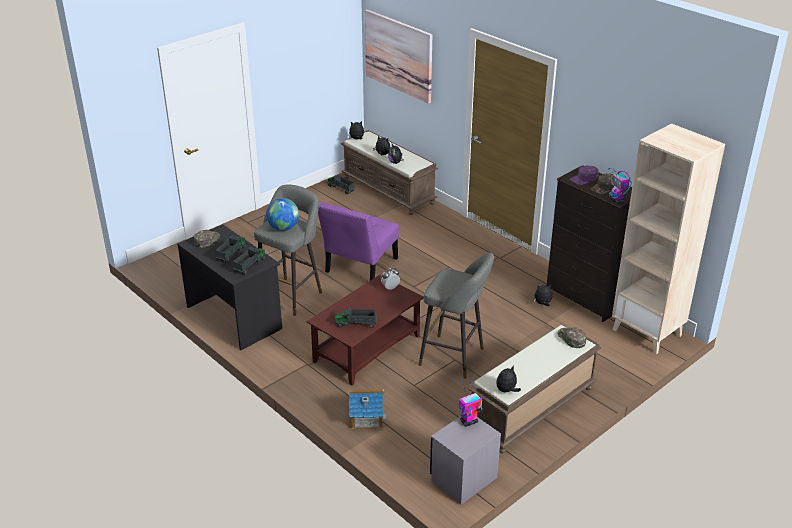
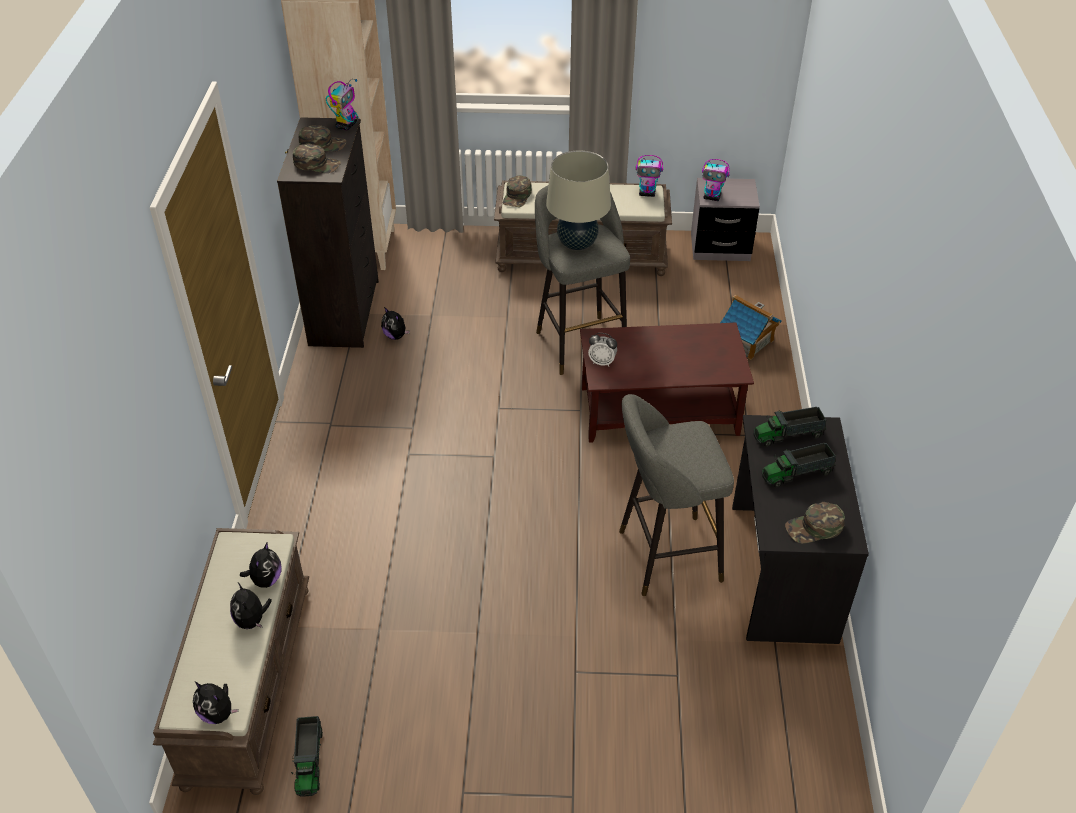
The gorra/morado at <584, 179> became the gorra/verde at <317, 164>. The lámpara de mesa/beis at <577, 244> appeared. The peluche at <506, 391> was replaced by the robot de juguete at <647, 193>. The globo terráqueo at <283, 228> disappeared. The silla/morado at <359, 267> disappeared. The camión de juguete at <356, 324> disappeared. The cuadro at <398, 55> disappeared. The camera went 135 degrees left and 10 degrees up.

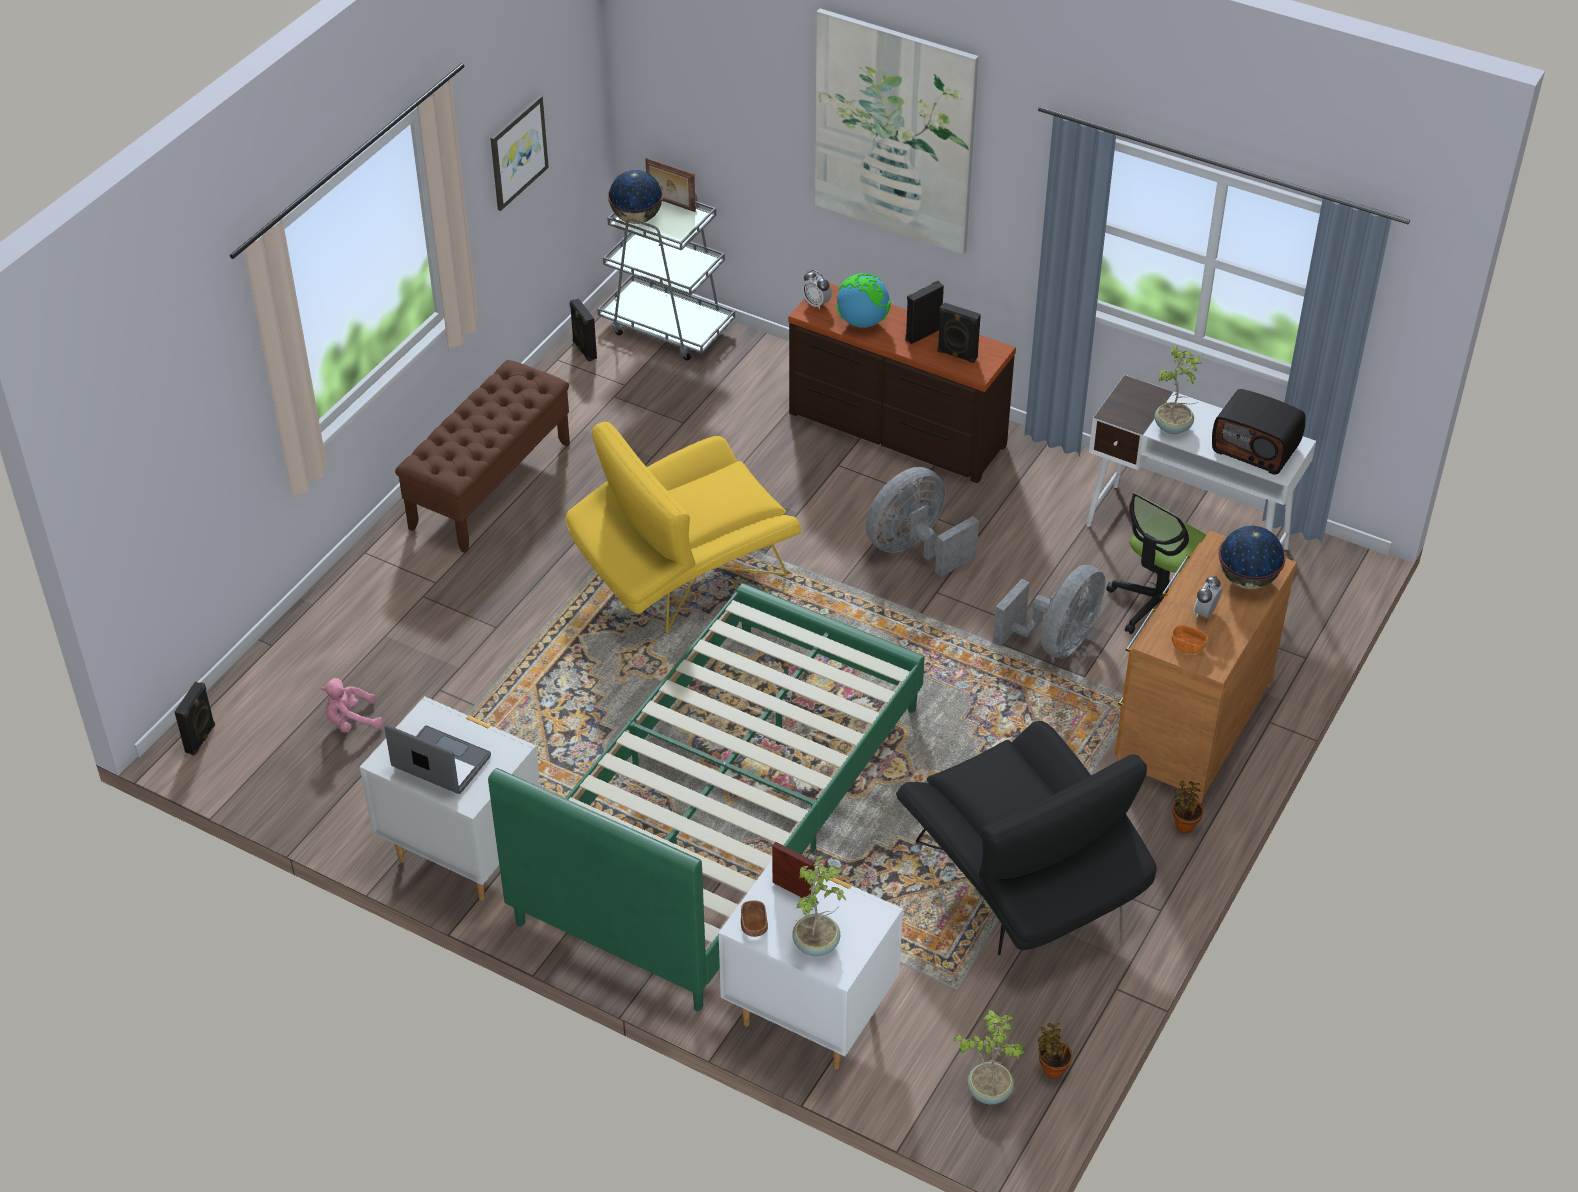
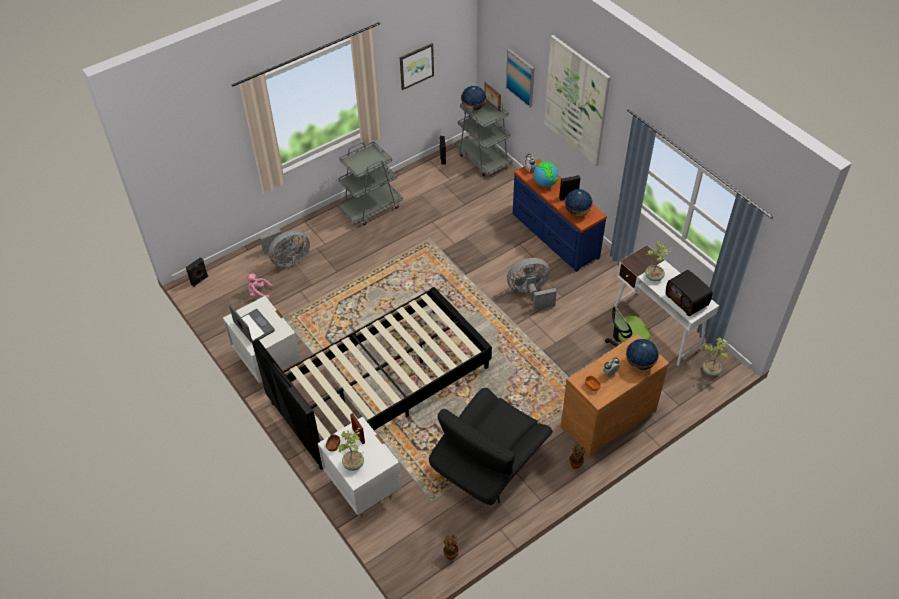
The cama/verde at <722, 813> became the cama/negro at <380, 385>. The ventilador/gris moved from <1056, 642> to <288, 260>. The banco/marrón at <490, 485> was replaced by the carrito/gris at <370, 207>. The sillón/negro at <1023, 882> turned 45 degrees clockwise. The cuadro at <521, 77> appeared. The cómoda/marrón at <895, 430> became the cómoda/azul at <554, 236>. The altavoz/negro at <956, 355> was replaced by the globo terráqueo at <577, 212>. The planta en maceta moved from <989, 1090> to <711, 371>. The sillón/amarillo at <683, 574> disappeared. The camera went 25 degrees right and 5 degrees up.

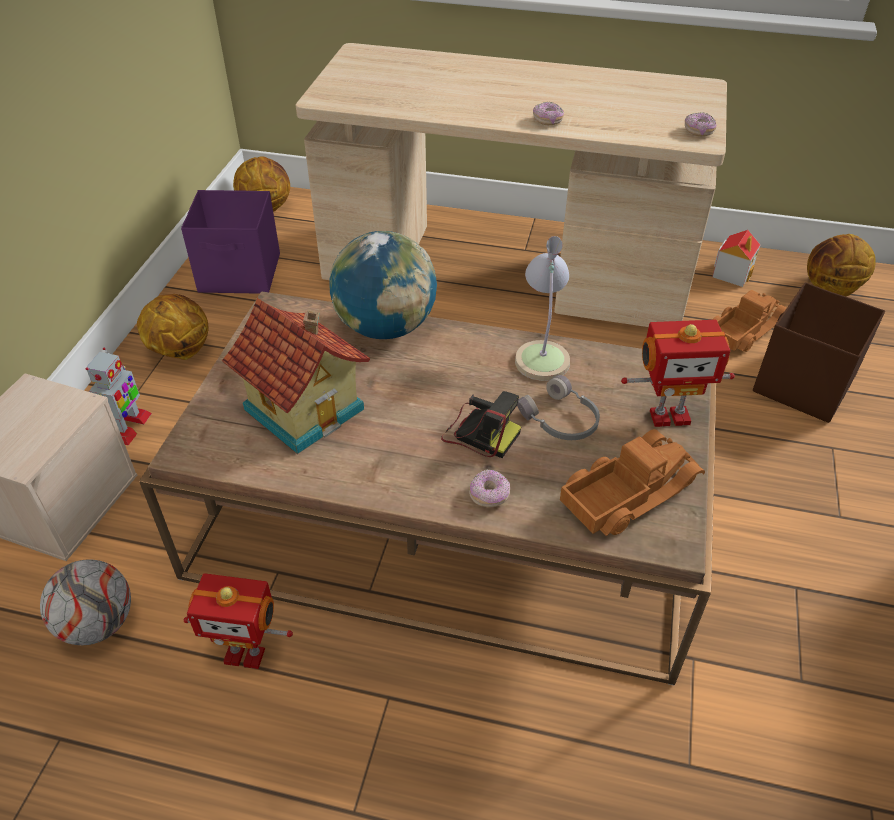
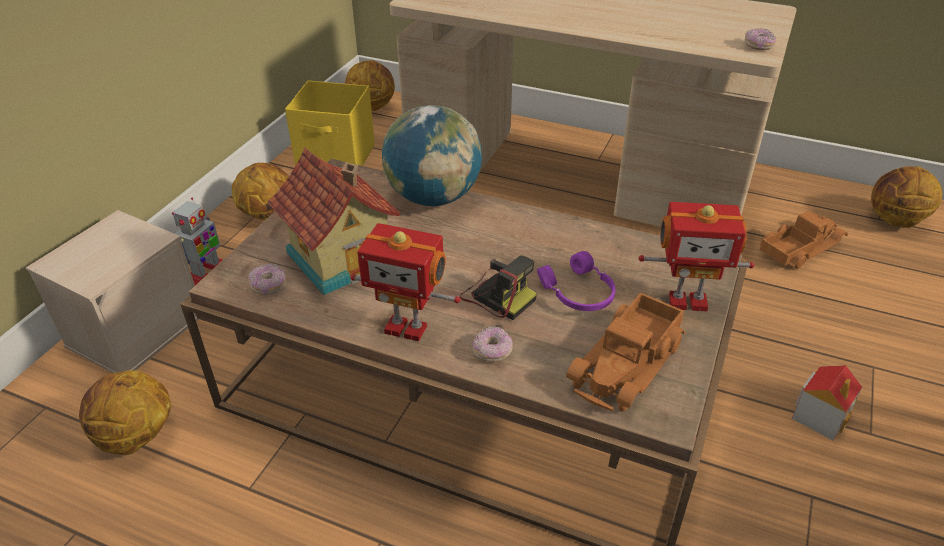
The balón de fútbol at <98, 624> was replaced by the balón de baloncesto at <136, 437>. The rosquilla moved from <547, 121> to <269, 286>. The caja de almacenaje/morado at <241, 274> became the caja de almacenaje/amarillo at <337, 158>. The robot de juguete moved from <245, 653> to <407, 327>. The auriculares/gris at <560, 420> became the auriculares/morado at <578, 293>. The camión de juguete at <627, 491> turned 150 degrees clockwise. The casita moved from <732, 273> to <820, 416>. The lámpara de mesa at <541, 353> disappeared. The caja de almacenaje/marrón at <802, 385> disappeared. The camera went 10 degrees right and 5 degrees down.

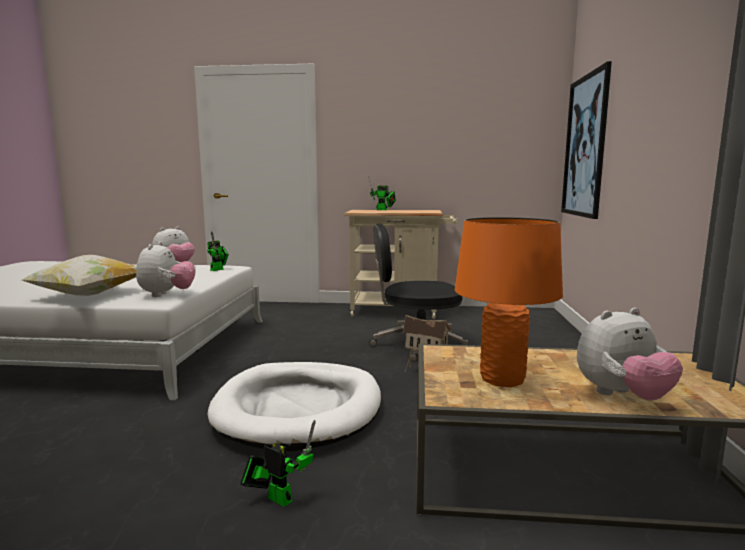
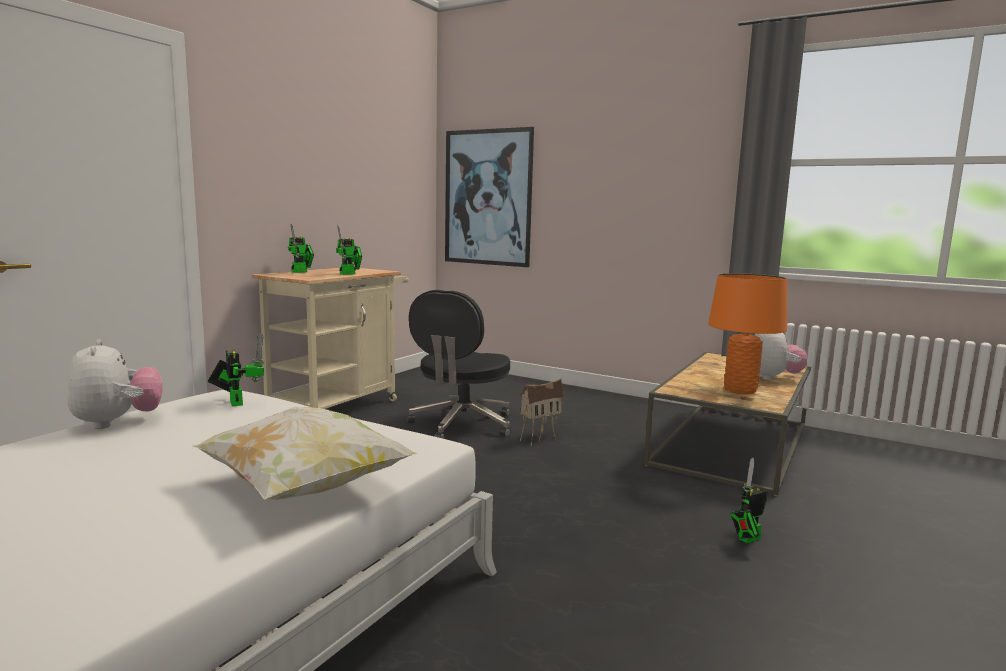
The robot de juguete at <350, 274> appeared. The peluche at <166, 294> disappeared. The cama para perro/blanco at <299, 409> disappeared. The camera went 65 degrees left and 0 degrees up.

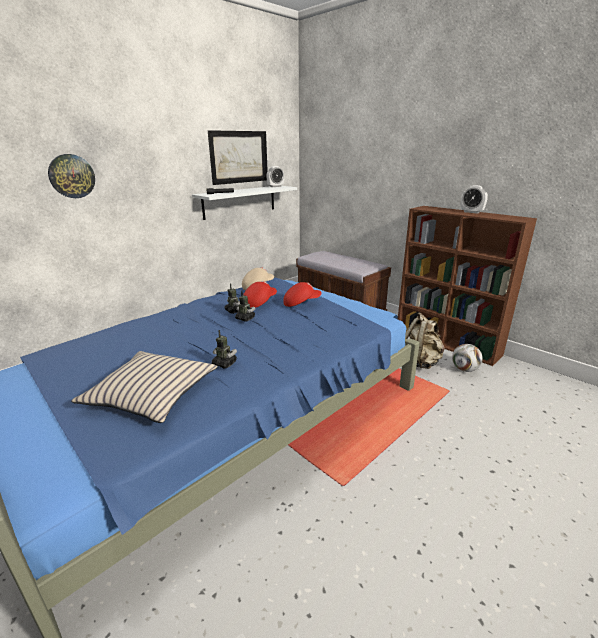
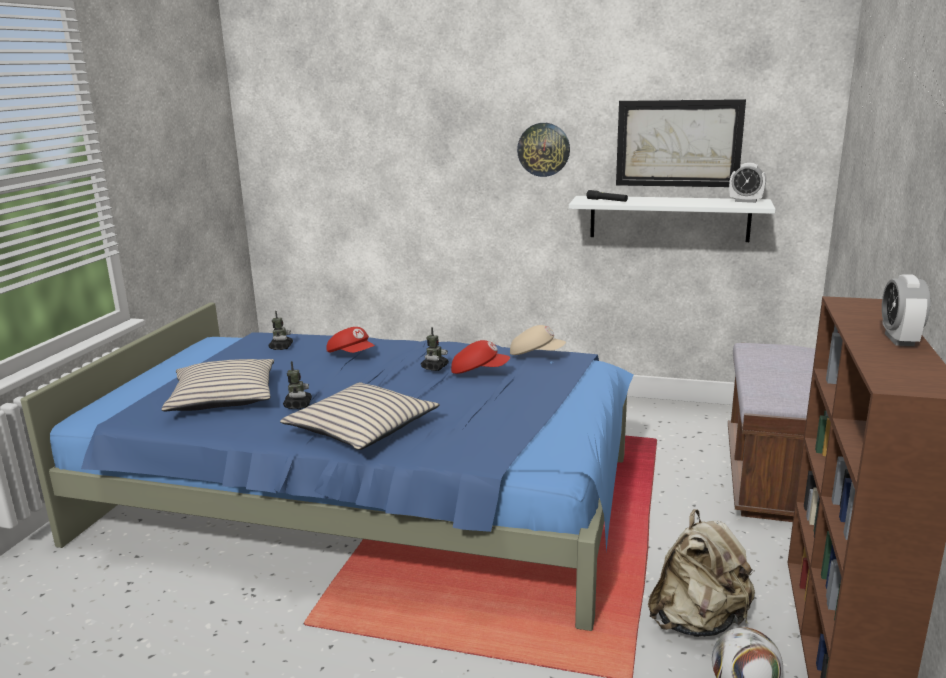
The robot de juguete moved from <245, 318> to <281, 347>. The cojín/beis at <361, 428> appeared. The gorra/rojo moved from <301, 302> to <352, 354>. The reloj de pared moved from <71, 176> to <543, 149>. The camera went 60 degrees right and 5 degrees down.

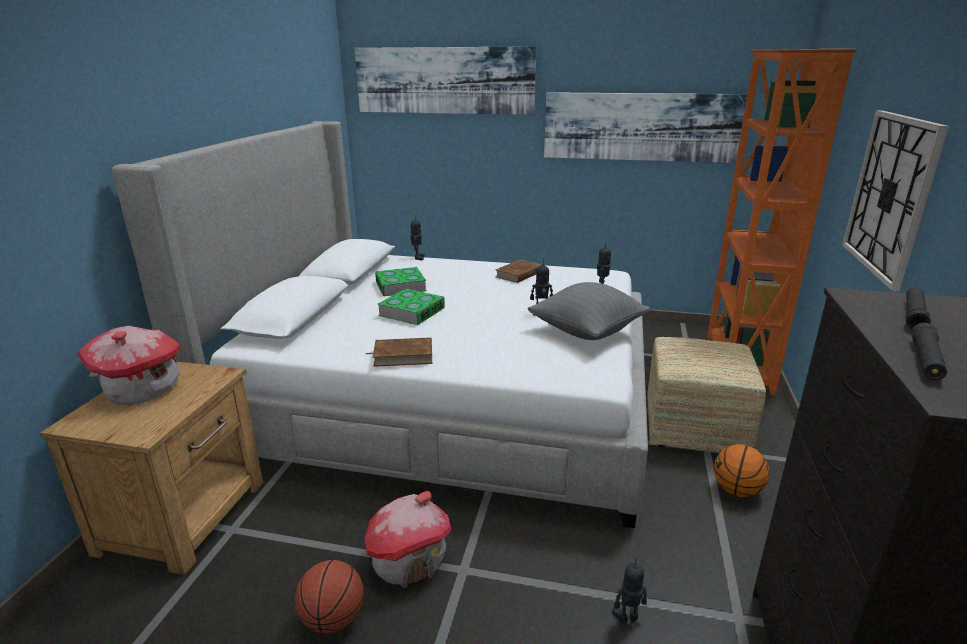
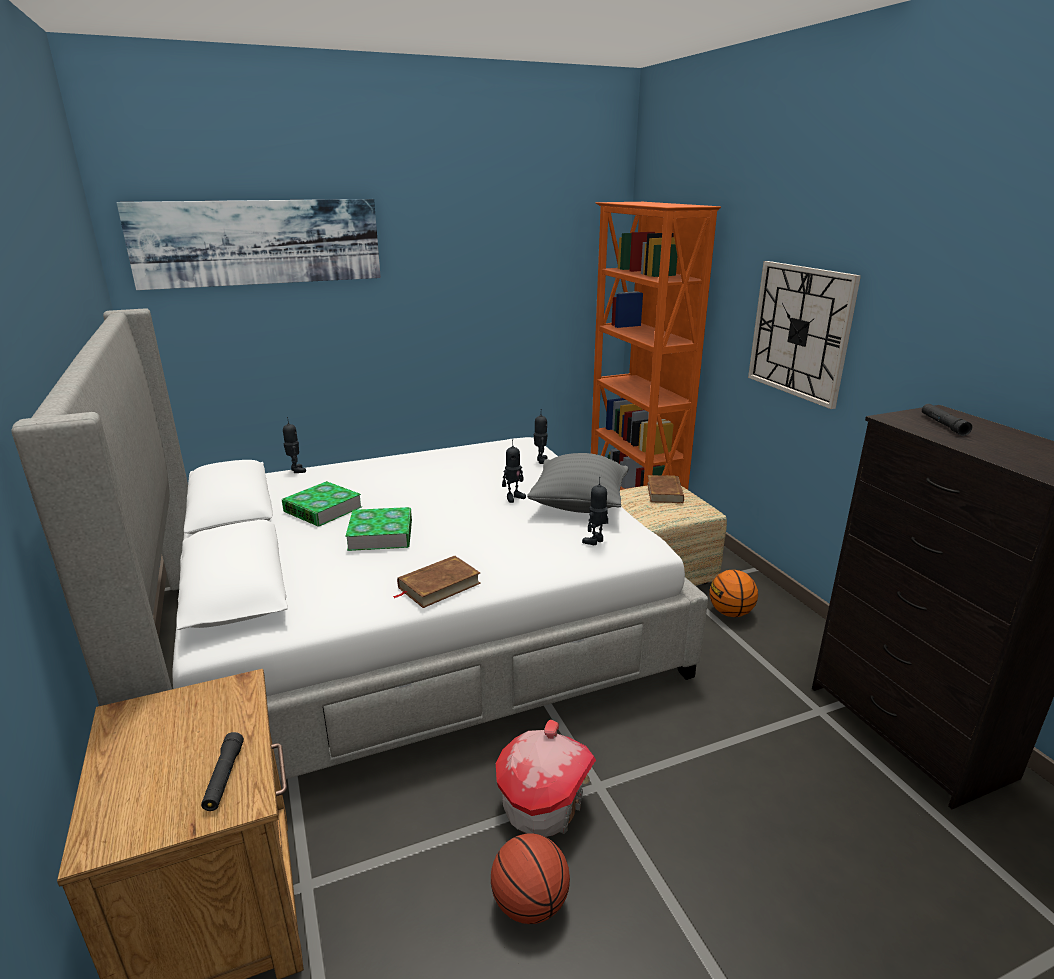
The linterna/negro moved from <925, 360> to <224, 777>. The robot de juguete moved from <627, 617> to <595, 541>. The libro/marrón moved from <519, 274> to <665, 492>. The casita at <142, 389> disappeared. The cuadro at <640, 127> disappeared. The camera went 35 degrees left and 0 degrees up.

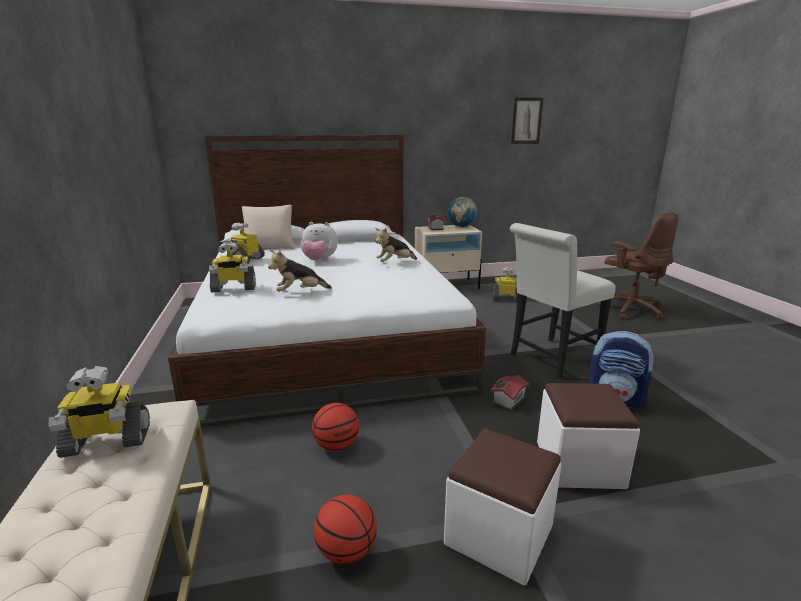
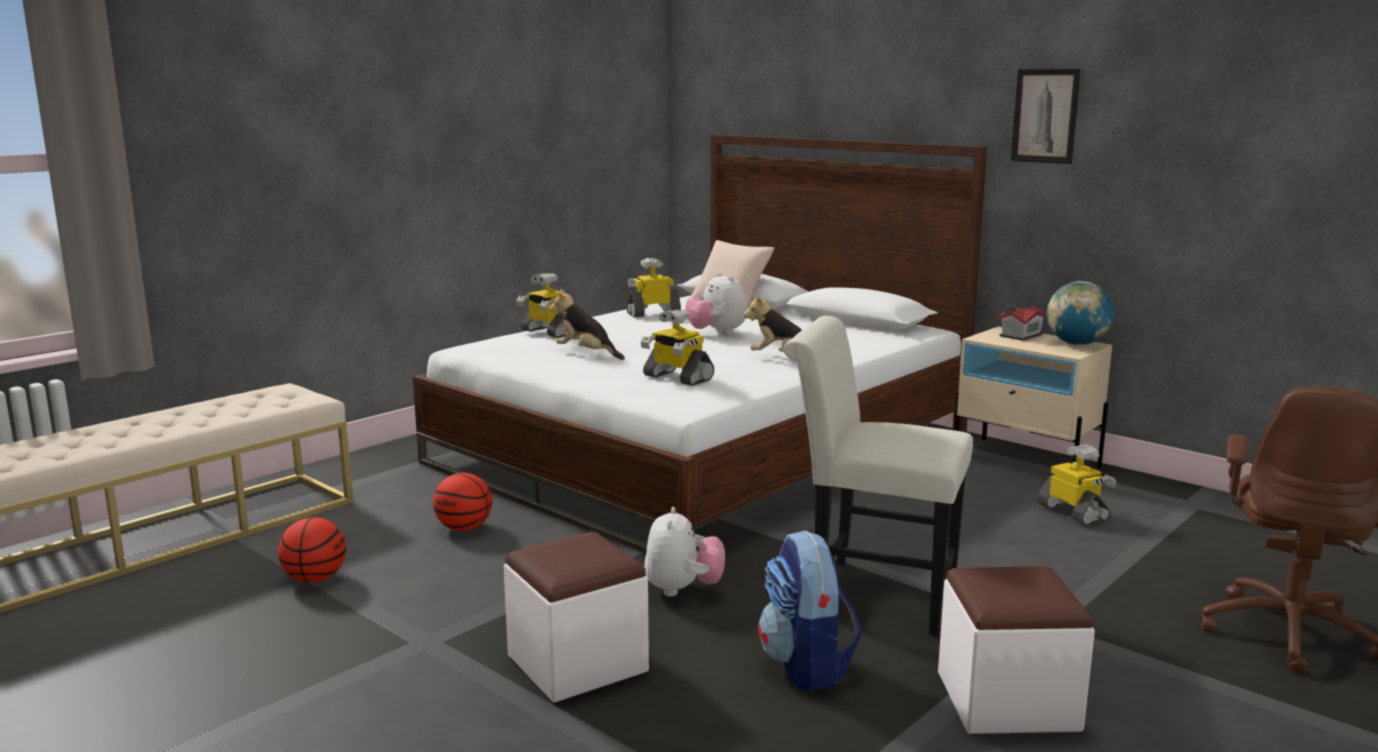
The robot de juguete moved from <106, 441> to <677, 378>. The casita at <507, 400> was replaced by the peluche at <683, 590>. The puf/blanco moved from <499, 535> to <1007, 701>. The cuadro moved from <526, 121> to <1045, 116>. The camera went 55 degrees right and 5 degrees down.

